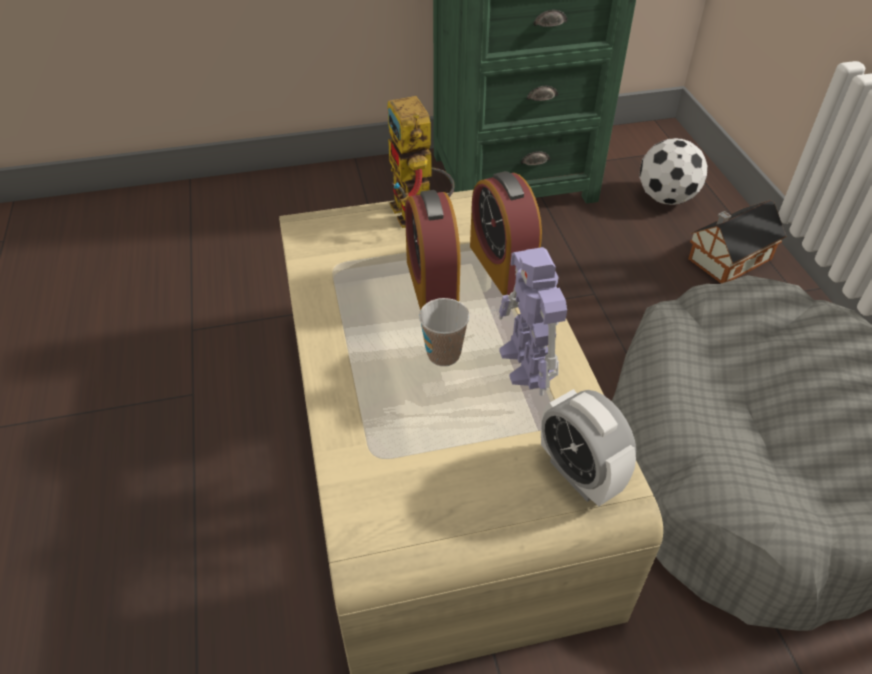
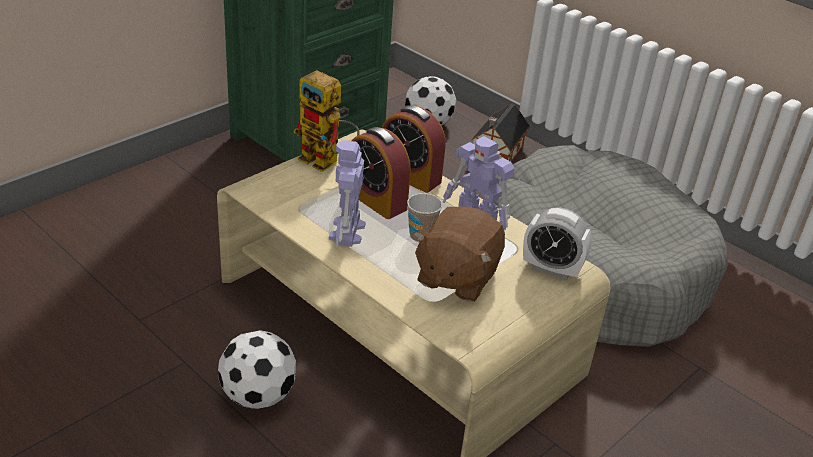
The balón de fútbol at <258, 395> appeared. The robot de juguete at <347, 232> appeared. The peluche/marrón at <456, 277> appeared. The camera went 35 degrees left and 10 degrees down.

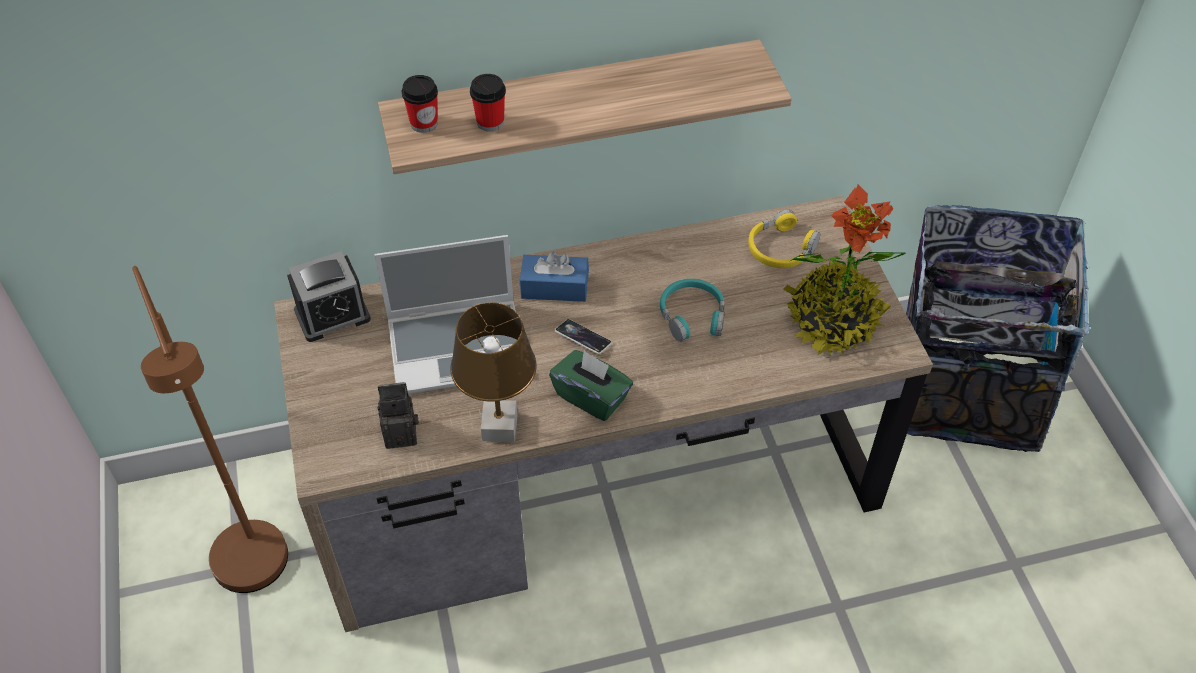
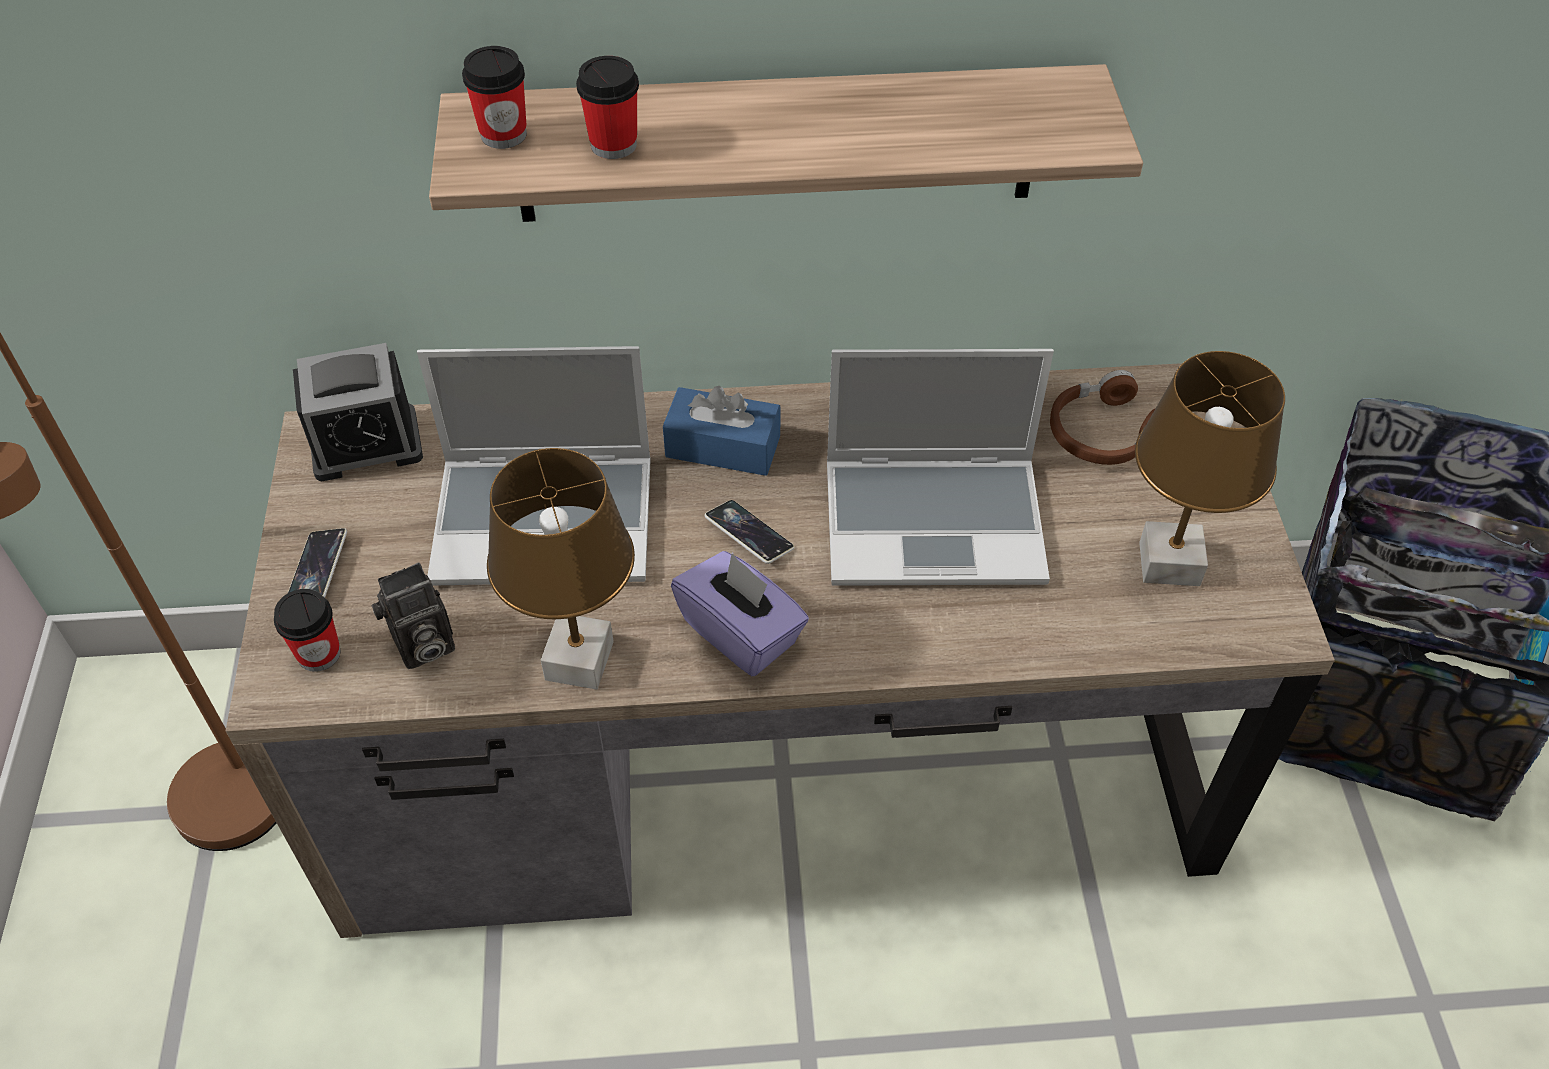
The taza at <319, 654> appeared. The móvil at <318, 570> appeared. The cámara at <402, 432> turned 150 degrees clockwise. The caja de pañuelos/verde at <591, 397> became the caja de pañuelos/morado at <741, 632>. The auriculares/turquesa at <692, 315> was replaced by the portátil at <936, 522>. The auriculares/amarillo at <780, 249> became the auriculares/marrón at <1103, 433>. The planta en maceta at <832, 321> was replaced by the lámpara de mesa/marrón at <1170, 563>. The camera went 10 degrees right and 0 degrees up.

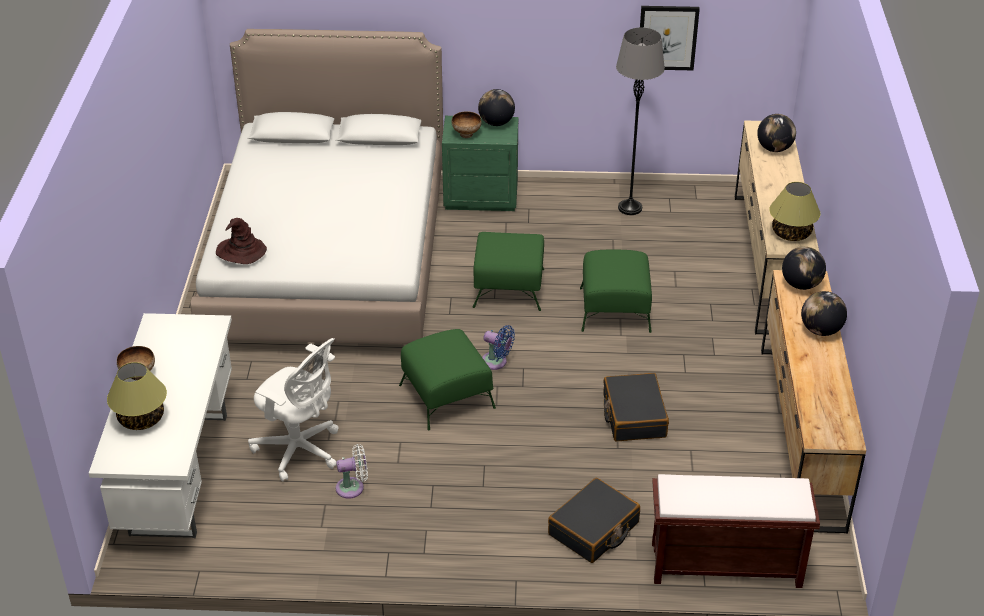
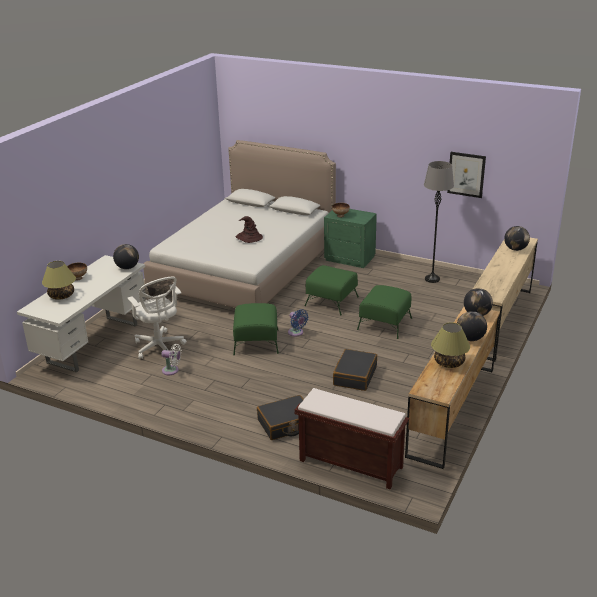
The globo terráqueo moved from <496, 123> to <127, 267>. The sombrero/marrón moved from <240, 252> to <248, 238>. The lámpara de mesa moved from <790, 233> to <448, 362>. The camera went 25 degrees right and 10 degrees down.

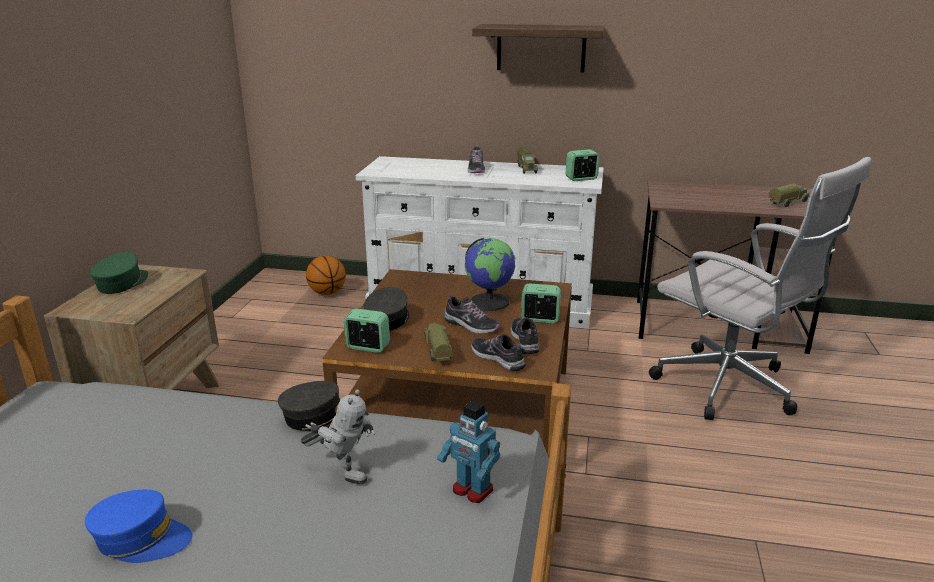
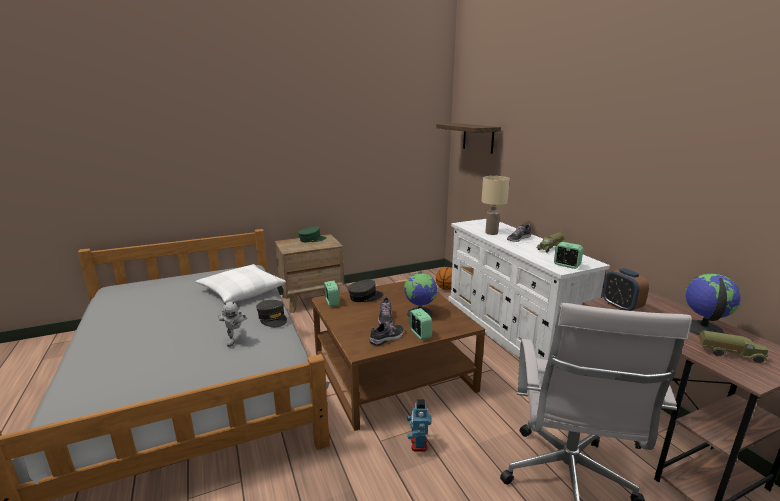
The cojín/blanco at <242, 291> appeared. The robot de juguete moved from <472, 490> to <418, 444>. The estante moved from <541, 48> to <478, 138>. The lámpara de mesa/beis at <491, 233> appeared. The despertador at <621, 306> appeared. The globo terráqueo at <702, 329> appeared. The gorra/azul at <141, 539> disappeared. The camión de juguete at <437, 352> disappeared. The zapato at <498, 359> disappeared. The camera went 55 degrees right and 5 degrees down.

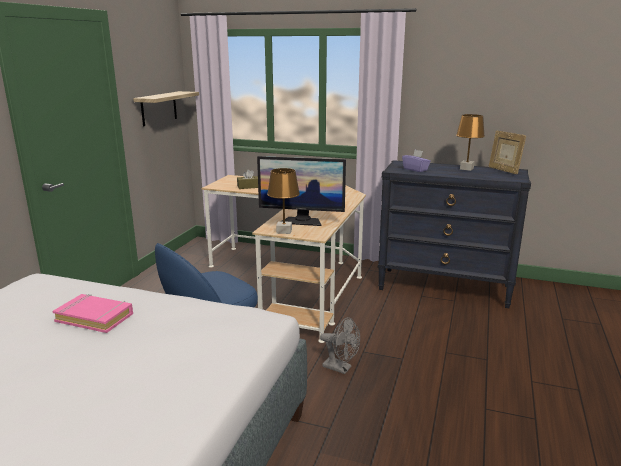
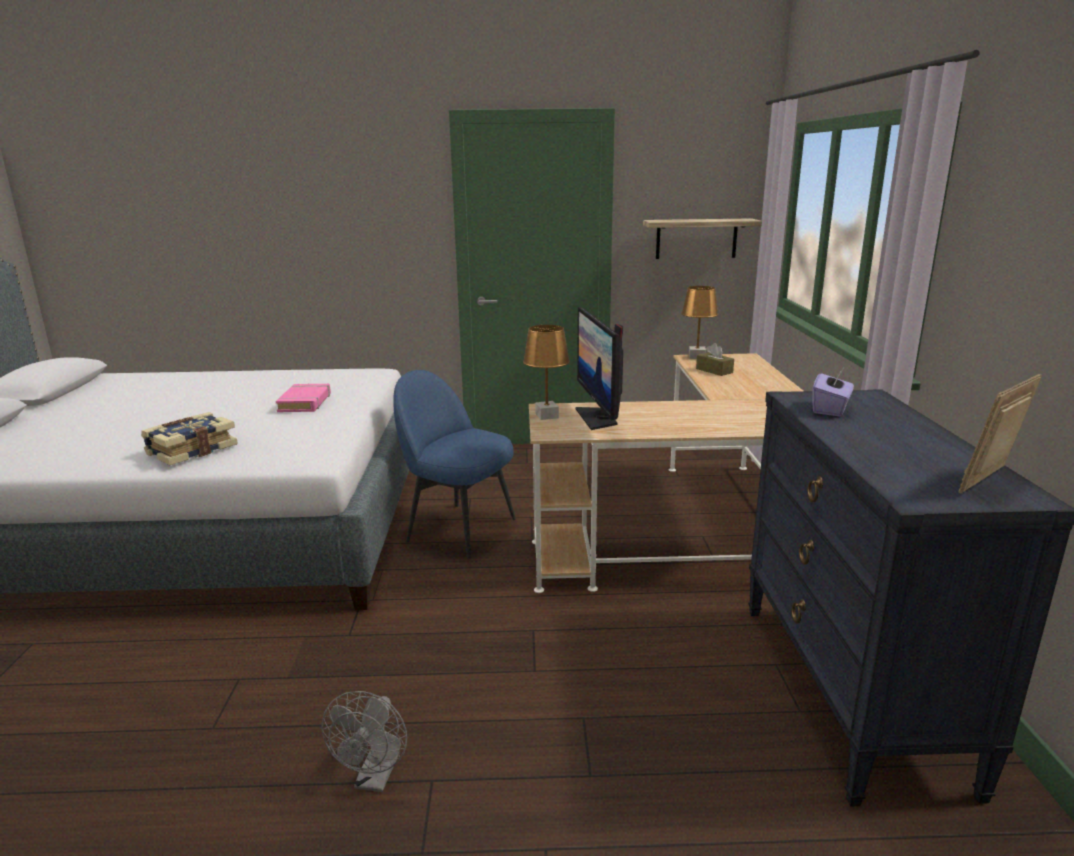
The libro at <191, 450> appeared. The ventilador/gris moved from <341, 368> to <375, 779>. The lámpara de mesa/marrón moved from <466, 169> to <696, 357>. The camera went 70 degrees right and 0 degrees up.

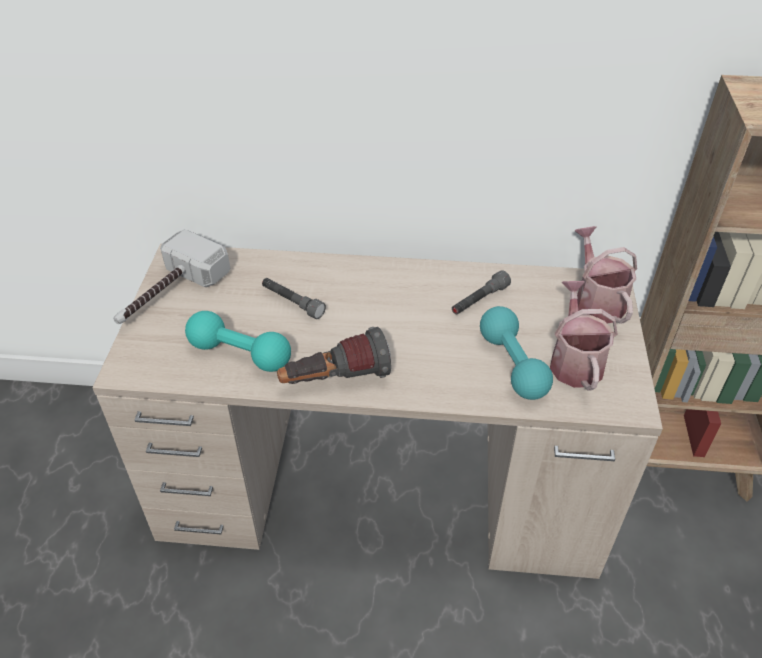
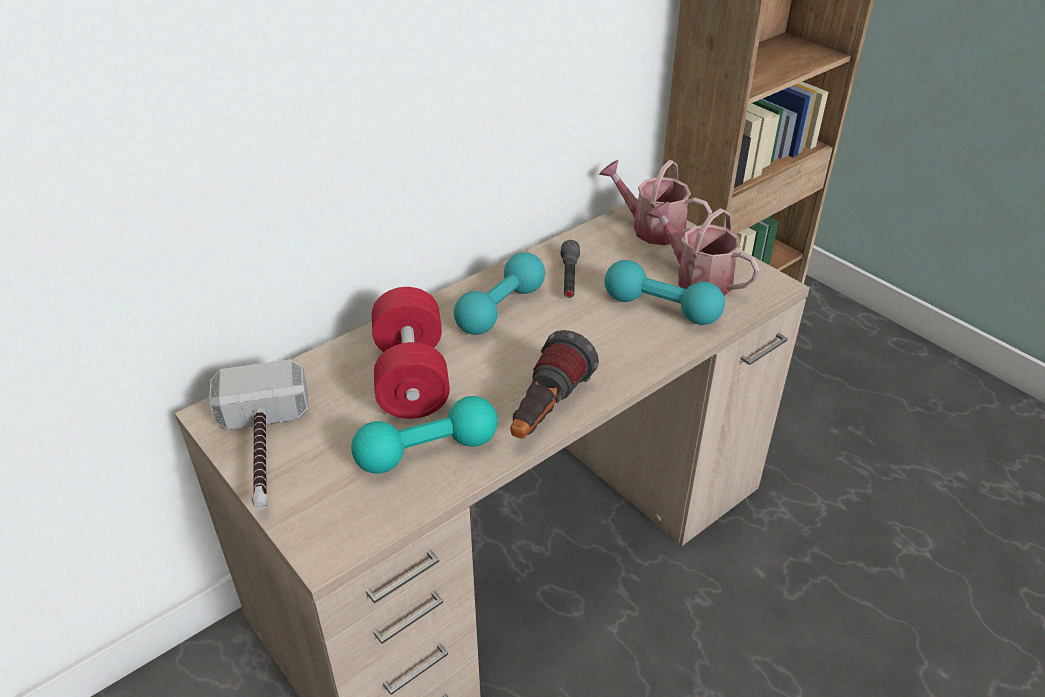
The linterna/gris at <292, 303> was replaced by the mancuerna/rojo at <411, 377>. The mancuerna/turquesa at <501, 309> appeared. The camera went 45 degrees left and 5 degrees down.

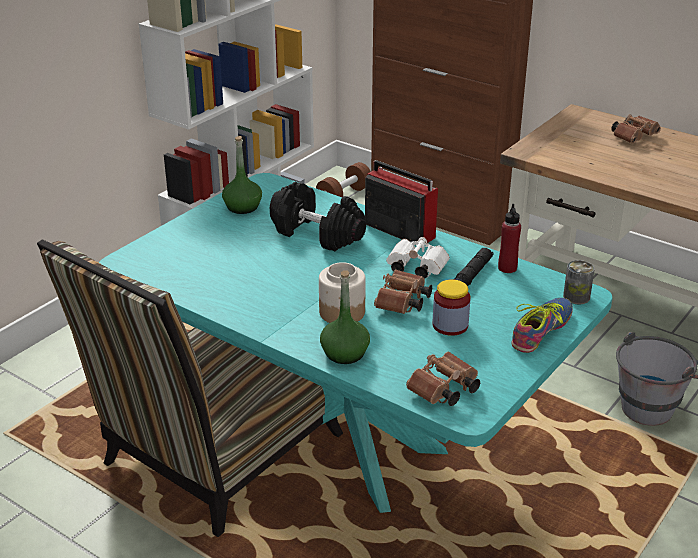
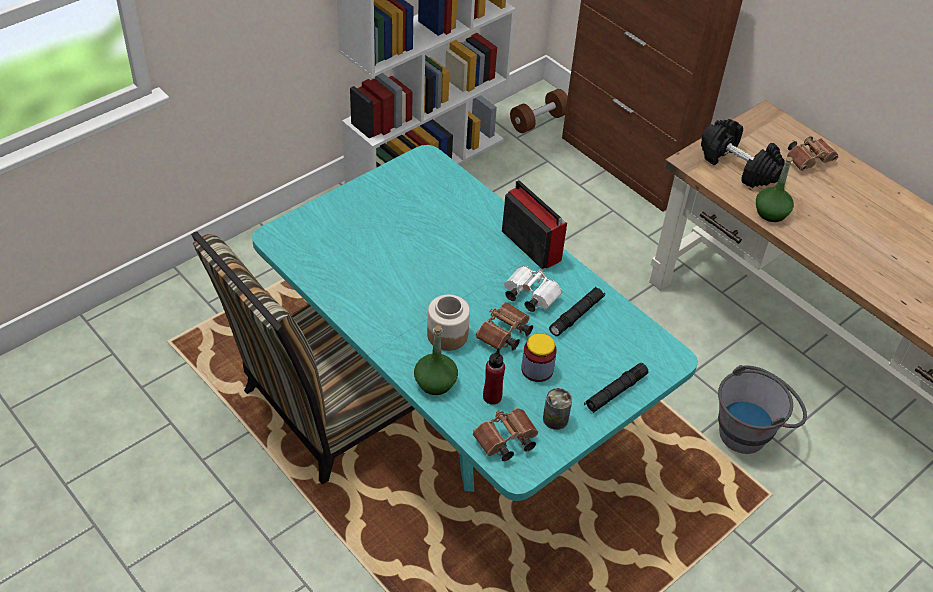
The botella/rojo moved from <507, 268> to <492, 397>. The lata moved from <576, 297> to <555, 419>. The zapato at <541, 330> was replaced by the linterna/negro at <615, 392>. The mancuerna/negro moved from <318, 234> to <739, 166>. The botella/verde moved from <242, 207> to <771, 213>. The camera went 10 degrees right and 15 degrees up.

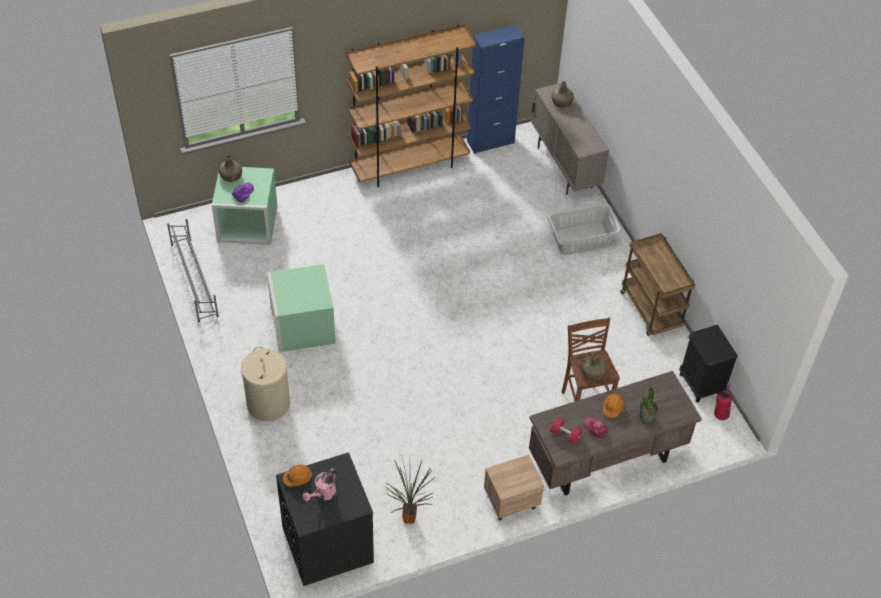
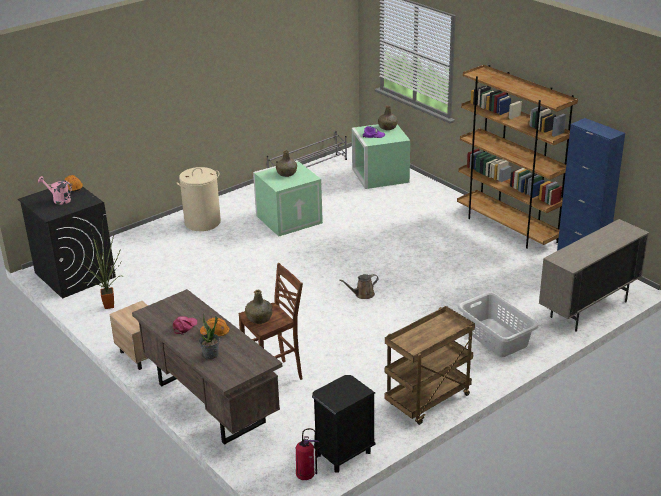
The botella/verde moved from <561, 102> to <287, 173>. The regadera/marrón at <362, 294> appeared. The mancuerna/rojo at <565, 435> disappeared. The camera went 75 degrees right and 20 degrees down.

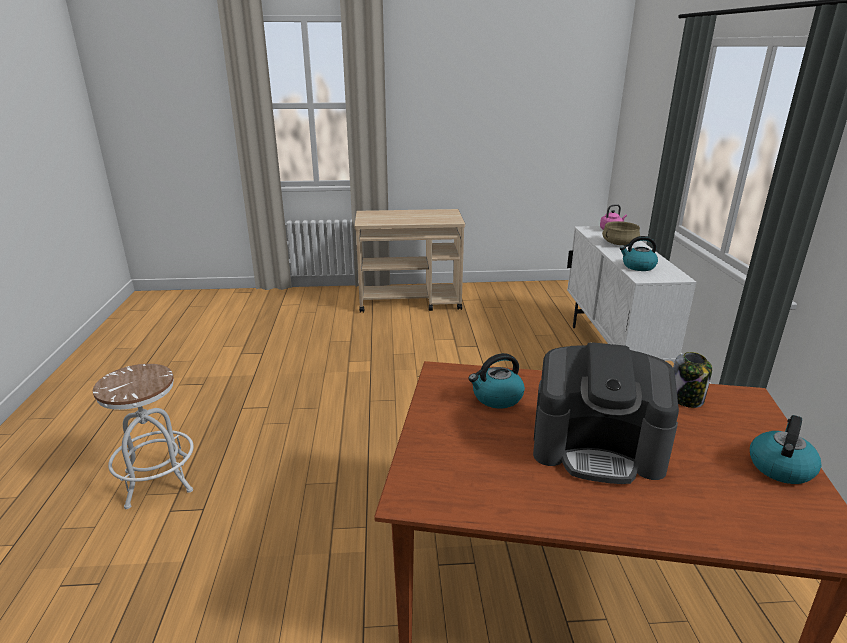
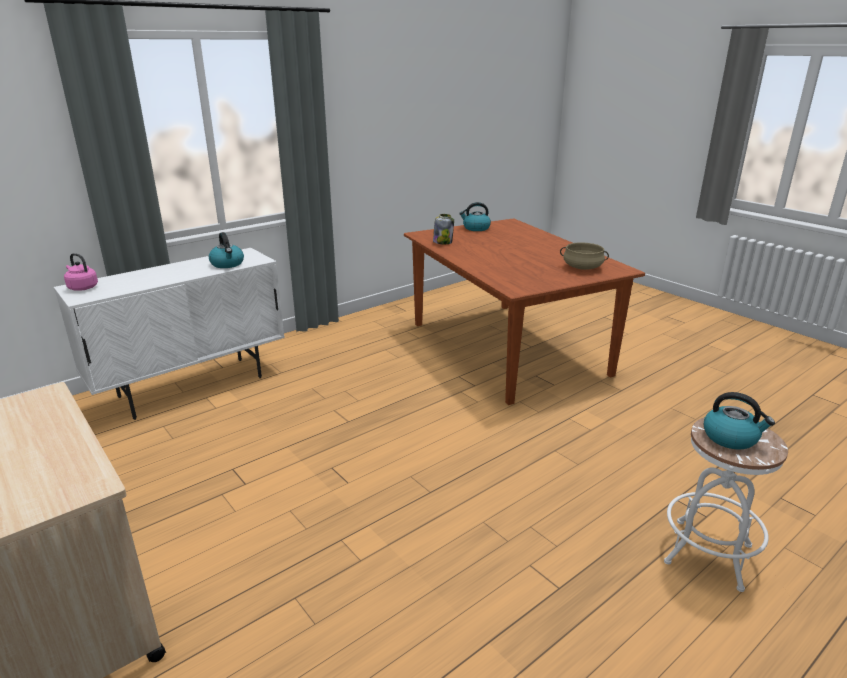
The olla/beis moved from <619, 243> to <582, 267>. The hervidor moved from <496, 398> to <731, 437>. The cafetera at <597, 447> disappeared. The camera went 125 degrees left and 0 degrees up.

